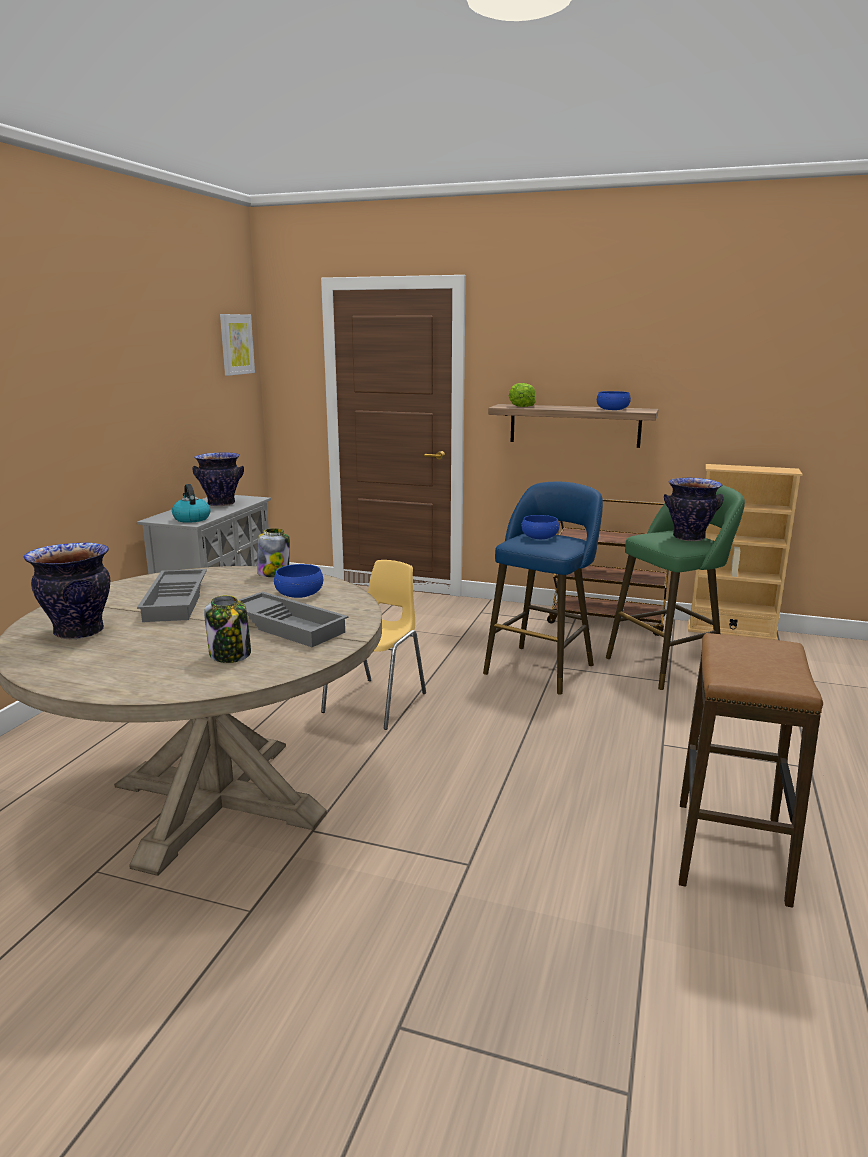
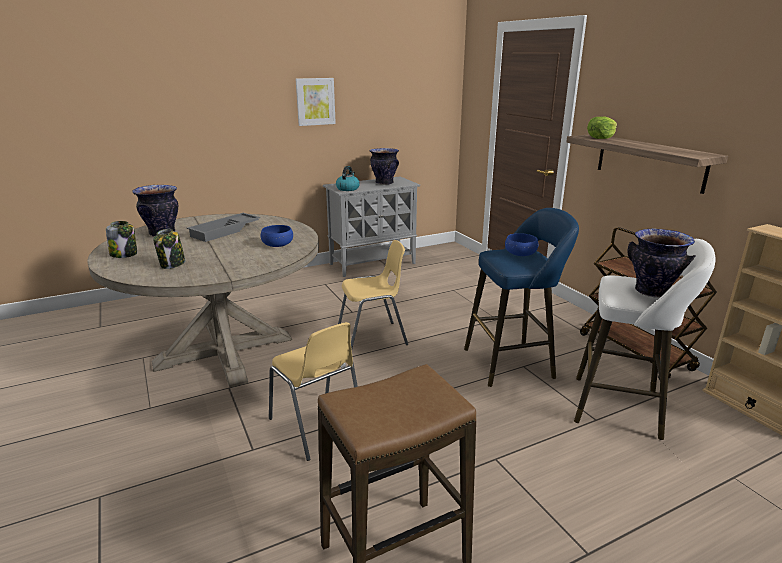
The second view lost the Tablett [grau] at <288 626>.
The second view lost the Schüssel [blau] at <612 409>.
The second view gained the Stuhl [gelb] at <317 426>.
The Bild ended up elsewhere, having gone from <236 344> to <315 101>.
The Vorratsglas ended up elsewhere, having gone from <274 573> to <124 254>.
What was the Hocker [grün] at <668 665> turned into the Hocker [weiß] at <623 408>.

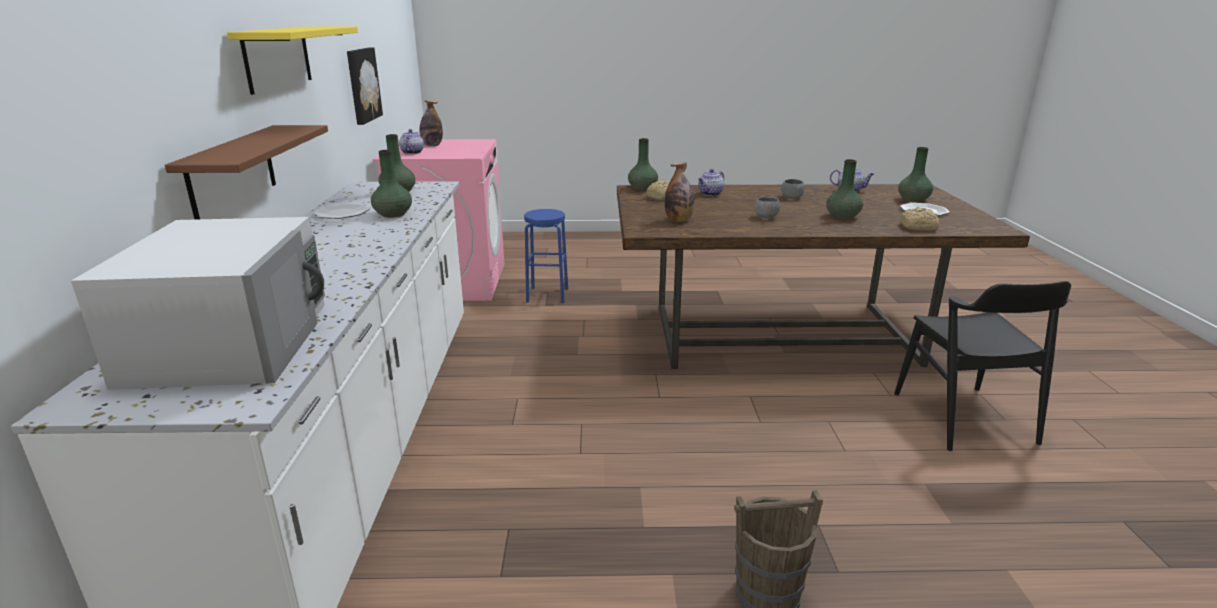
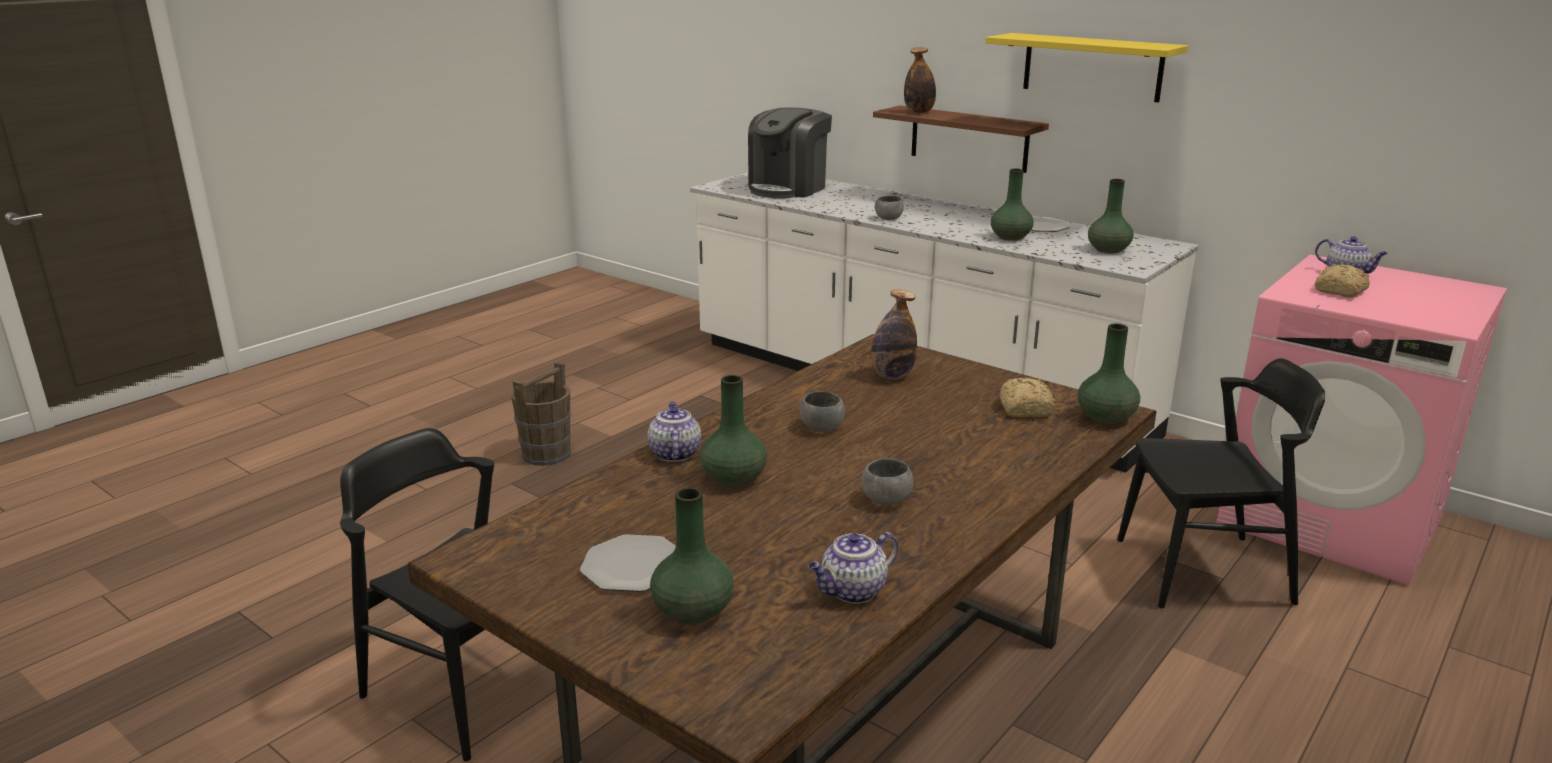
The second view lost the Bild at <362 85>.
The second view gained the Schüssel [grau] at <888 218>.
The Flasche ended up elsewhere, having gone from <432 145> to <919 112>.
The Teekanne ended up elsewhere, having gone from <710 194> to <674 453>.
The Brot ended up elsewhere, having gone from <919 227> to <1339 291>.
Where the Mikrowelle [weiß] stood at <232 341>, the Kaffeemaschine came to stand at <788 188>.
Where the Hocker [blau] stood at <547 295>, the Stuhl [schwarz] came to stand at <1204 572>.

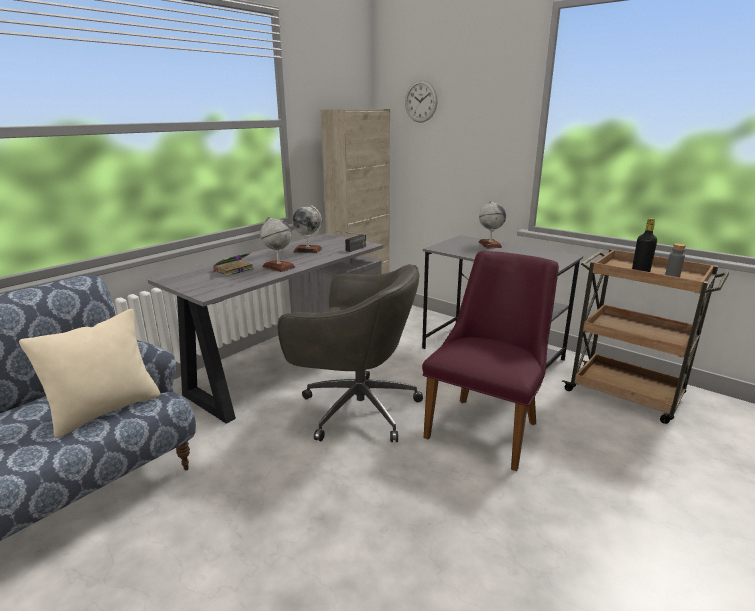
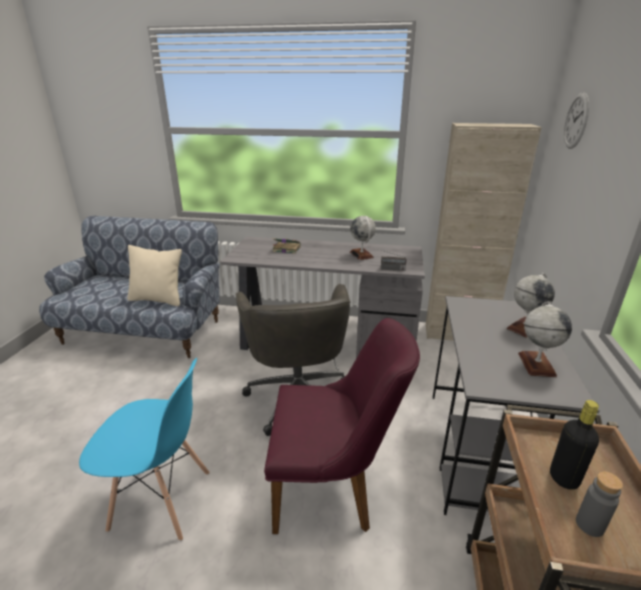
The second view gained the Stuhl [blau] at <162 501>.
The Globus ended up elsewhere, having gone from <278 267> to <536 364>.

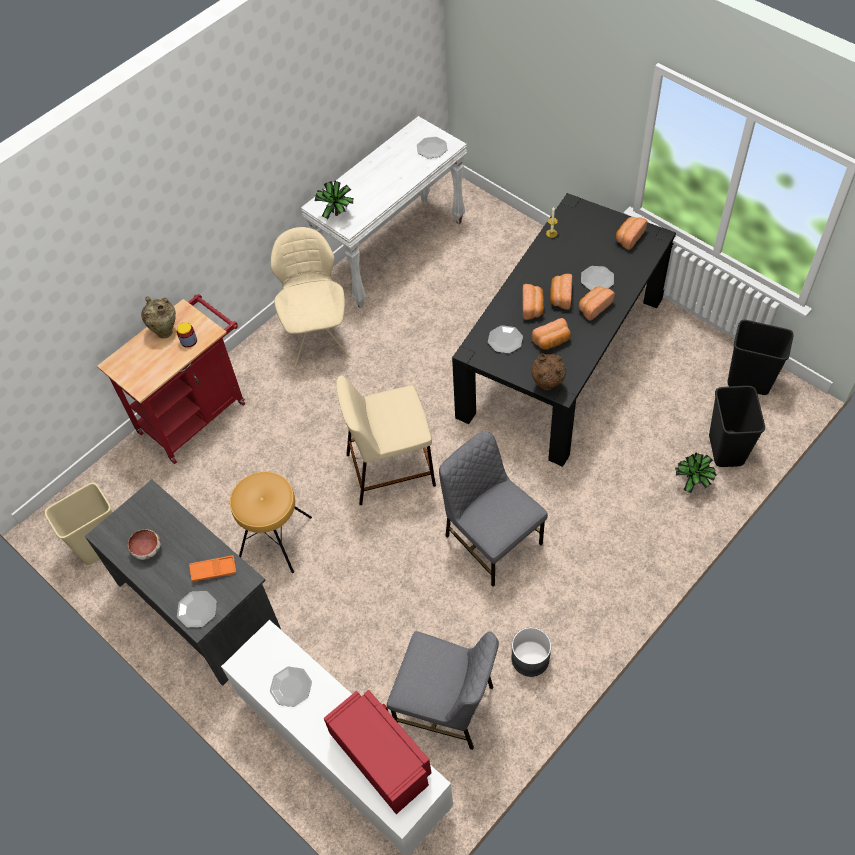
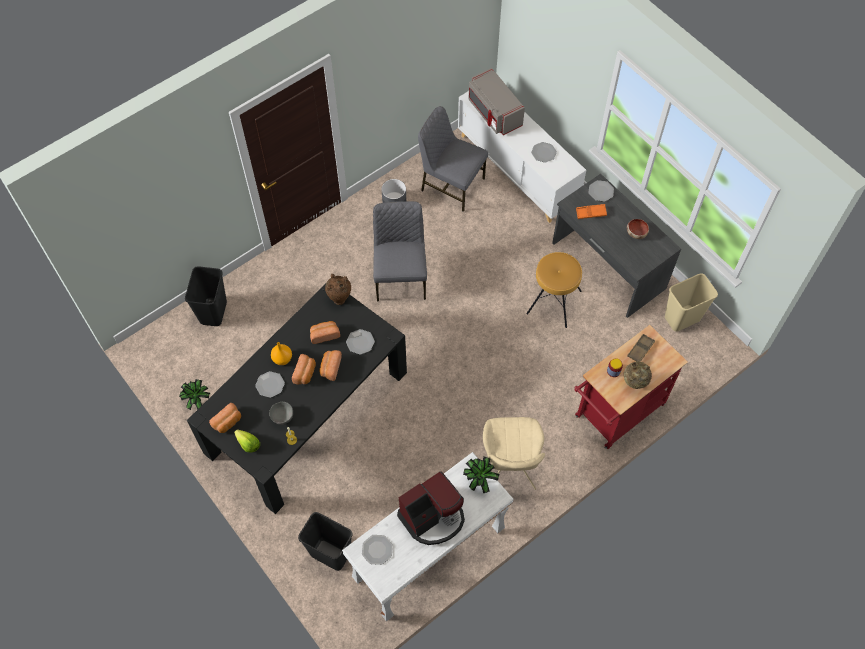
The second view lost the Hocker [beige] at <391 469>.
The second view gained the Salatkopf at <248 444>.
The second view gained the Schüssel [grau] at <282 417>.
The second view gained the Kaffeemaschine at <433 517>.
The second view gained the Tablett [braun] at <640 349>.
The Topfpflanze ended up elsewhere, having gone from <692 484> to <197 401>.
The Mülleimer [schwarz] ended up elsewhere, having gone from <749 381> to <329 554>.
Where the Brot stood at <594 307>, the Vase [orange] came to stand at <282 359>.
What was the Mikrowelle [rot] at <382 756> turned into the Mikrowelle [grau] at <494 113>.
The Stuhl [grau] at <491 539> ended up facing another way, 150 degrees counterclockwise from before.

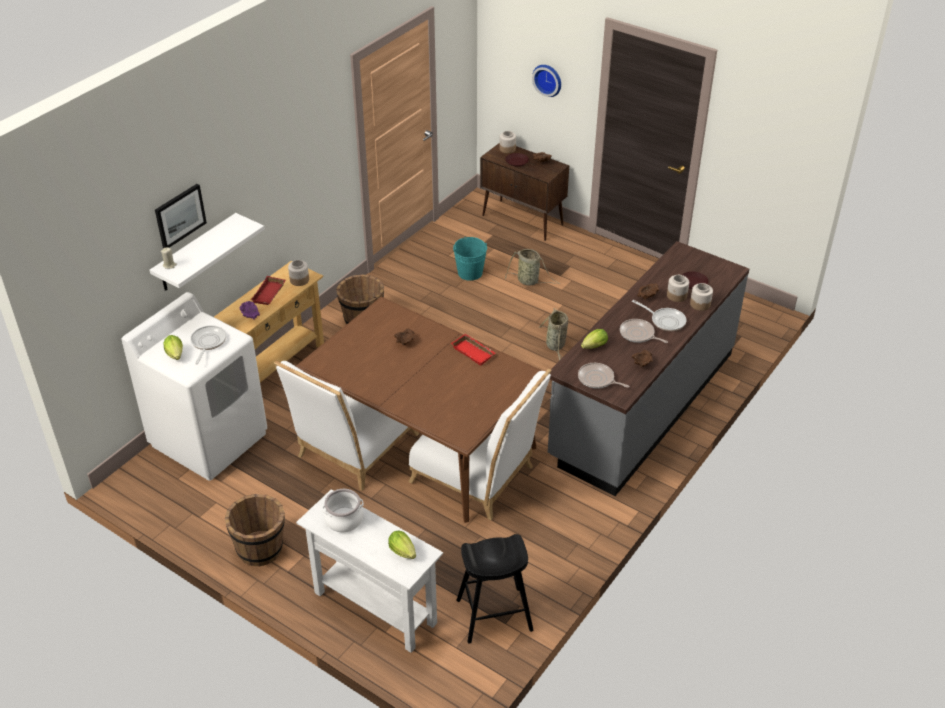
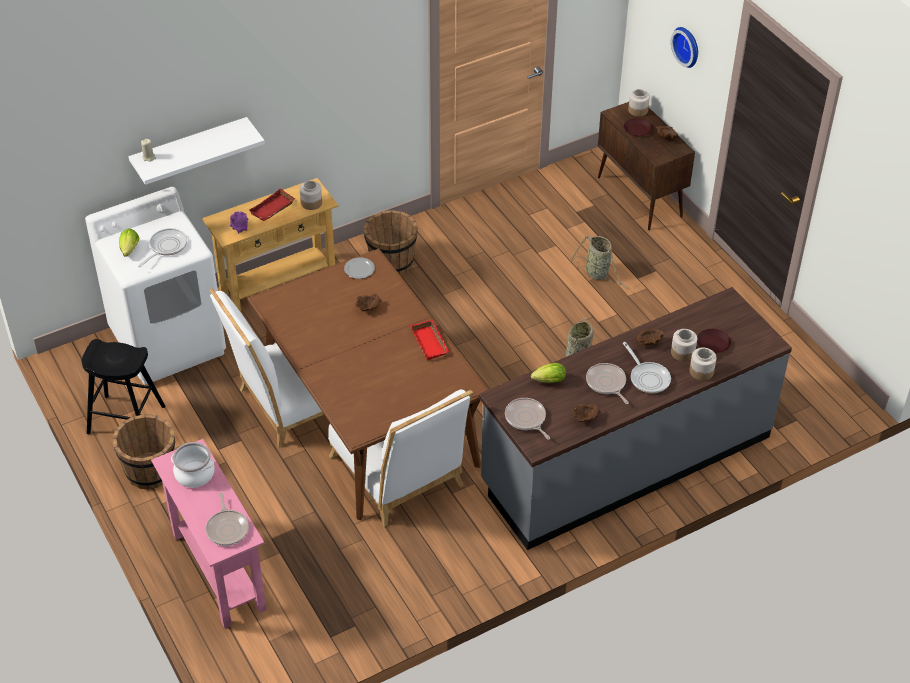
The second view lost the Bild at <180 216>.
The second view lost the Eimer [türkis] at <470 273>.
The second view gained the Teller at <360 269>.
The Hocker [schwarz] ended up elsewhere, having gone from <494 615> to <126 419>.
Where the Salatkopf stood at <404 553>, the Pfanne came to stand at <227 528>.
What was the Konsolentisch [weiß] at <375 608> turned into the Konsolentisch [rosa] at <219 571>.

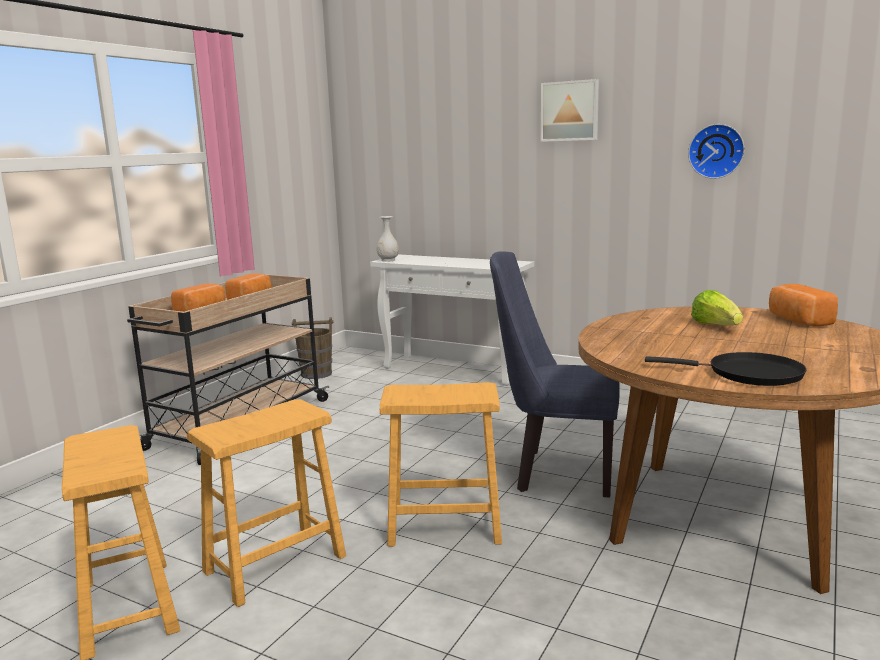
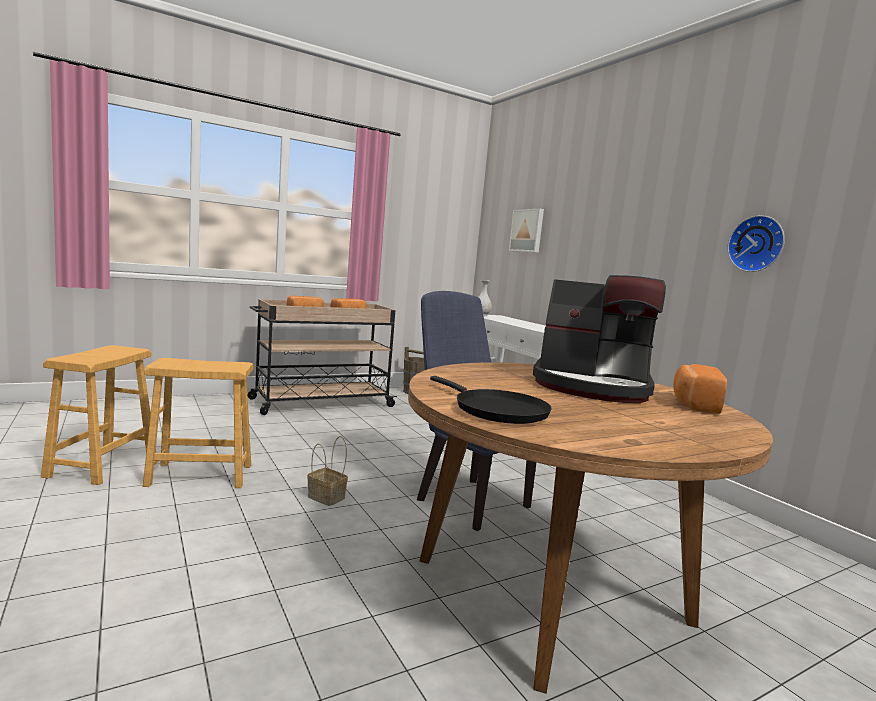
The Bild ended up elsewhere, having gone from <570 111> to <527 230>.
Where the Hocker [braun] stood at <444 526>, the Korb came to stand at <327 497>.
Where the Salatkopf stood at <715 326>, the Kaffeemaschine came to stand at <592 387>.

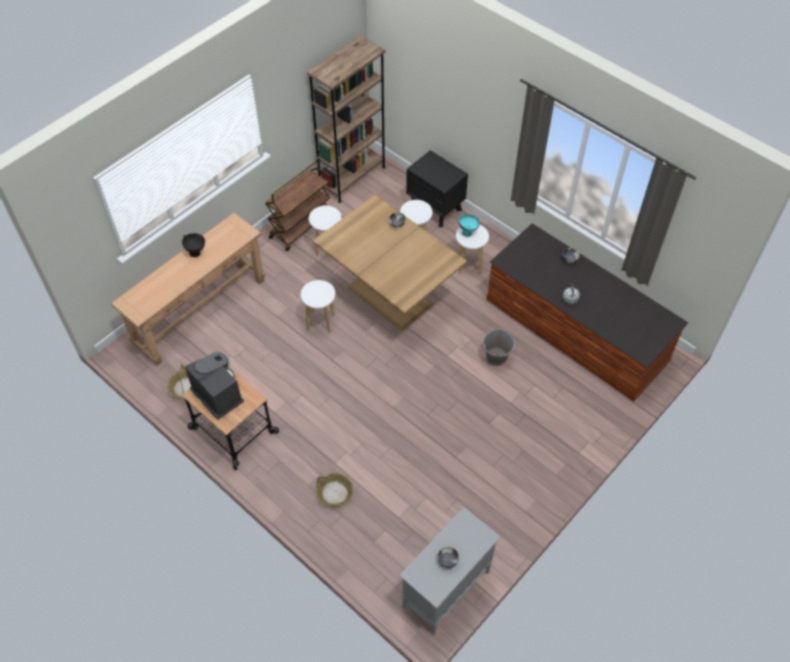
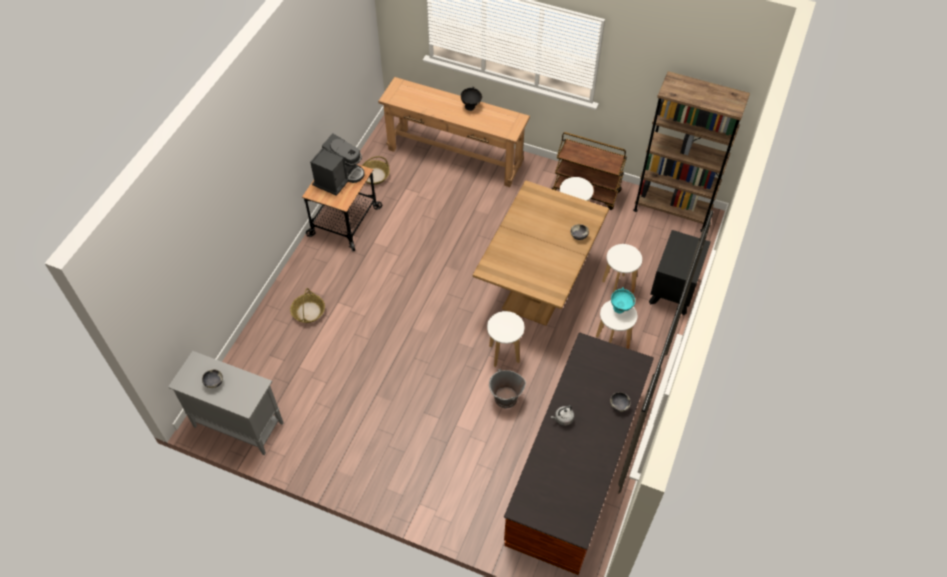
The Hocker [weiß] ended up elsewhere, having gone from <320 322> to <504 354>.

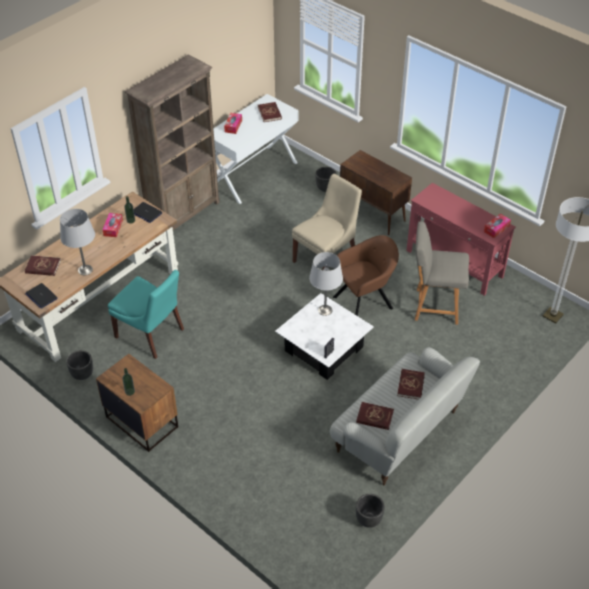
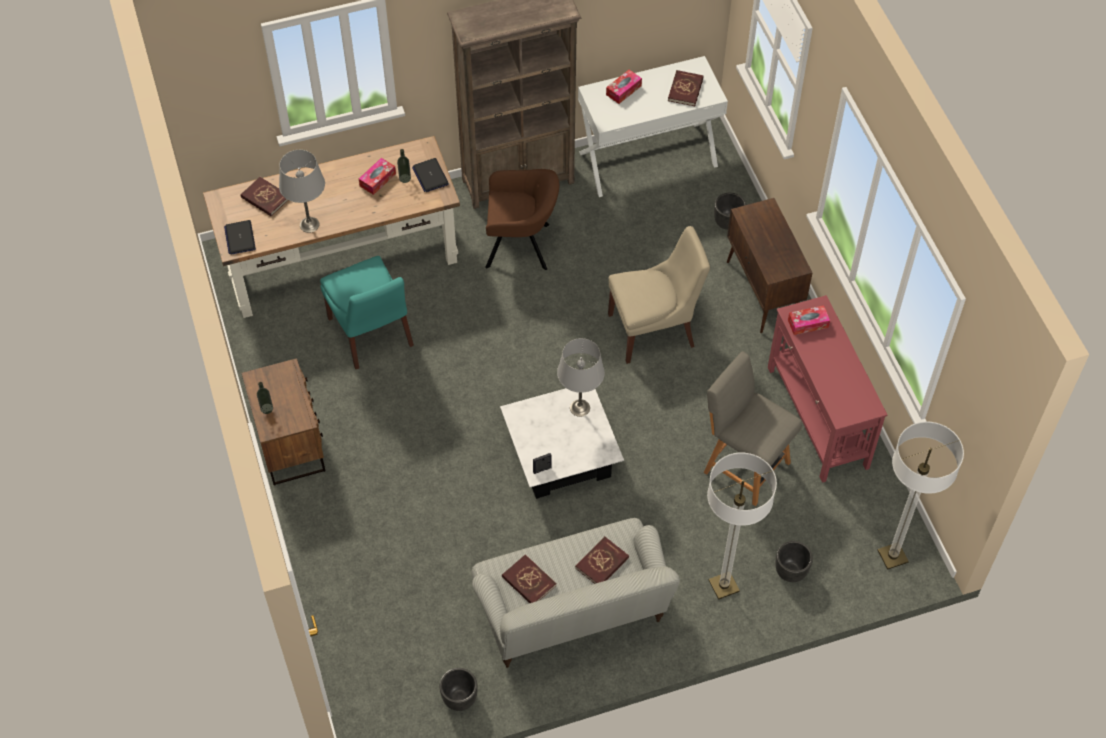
The second view gained the Stehlampe at <723 586>.
The Pflanzkübel [schwarz] ended up elsewhere, having gone from <82 374> to <790 571>.
The Sessel [braun] ended up elsewhere, having gone from <365 301> to <521 245>.
The Taschentuchbox ended up elsewhere, having gone from <496 228> to <808 323>.

